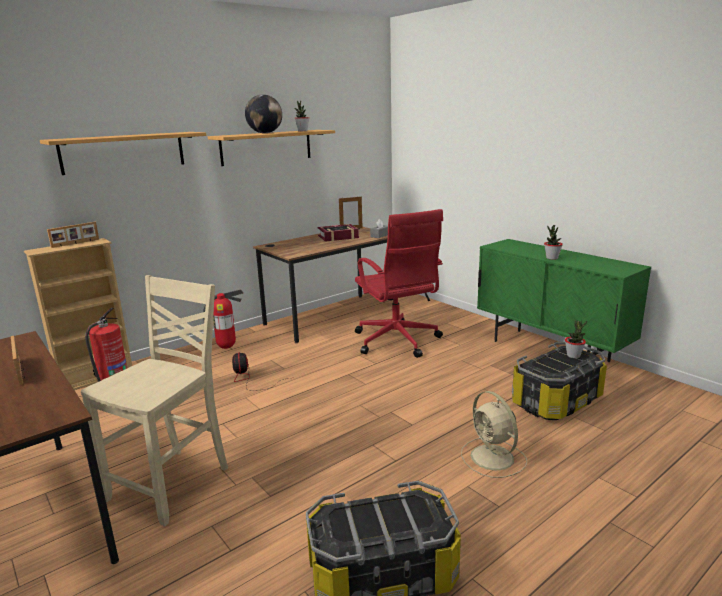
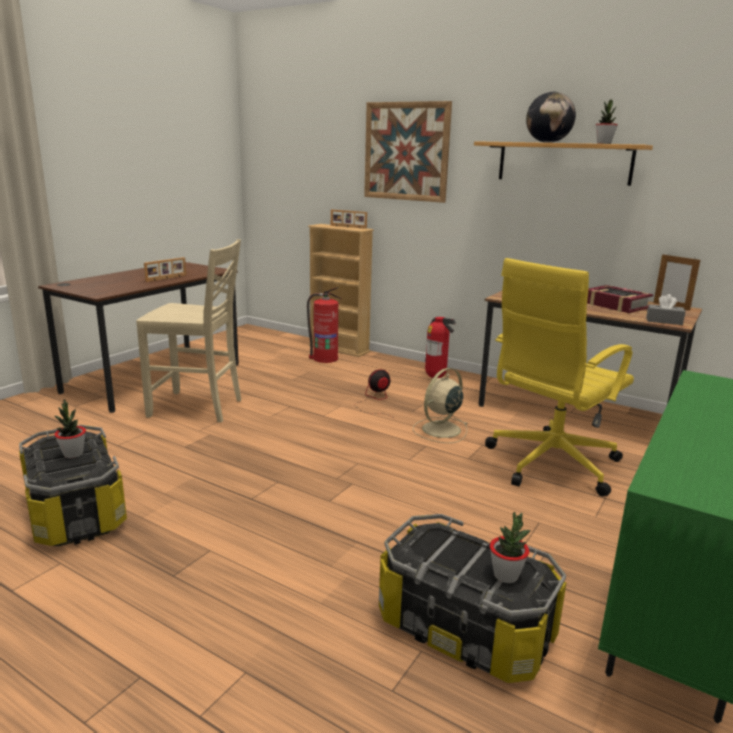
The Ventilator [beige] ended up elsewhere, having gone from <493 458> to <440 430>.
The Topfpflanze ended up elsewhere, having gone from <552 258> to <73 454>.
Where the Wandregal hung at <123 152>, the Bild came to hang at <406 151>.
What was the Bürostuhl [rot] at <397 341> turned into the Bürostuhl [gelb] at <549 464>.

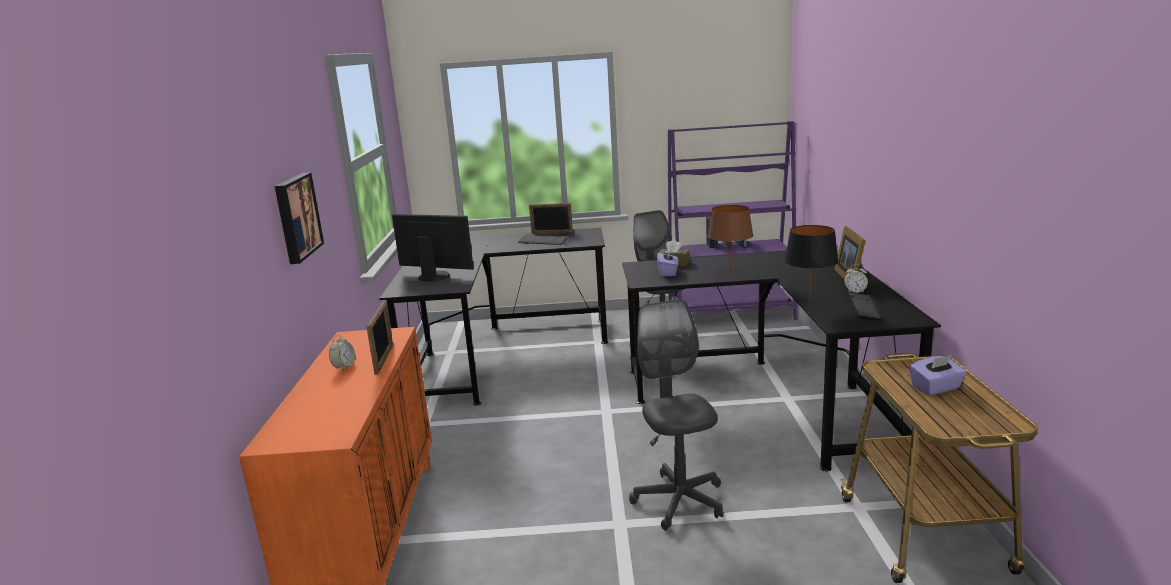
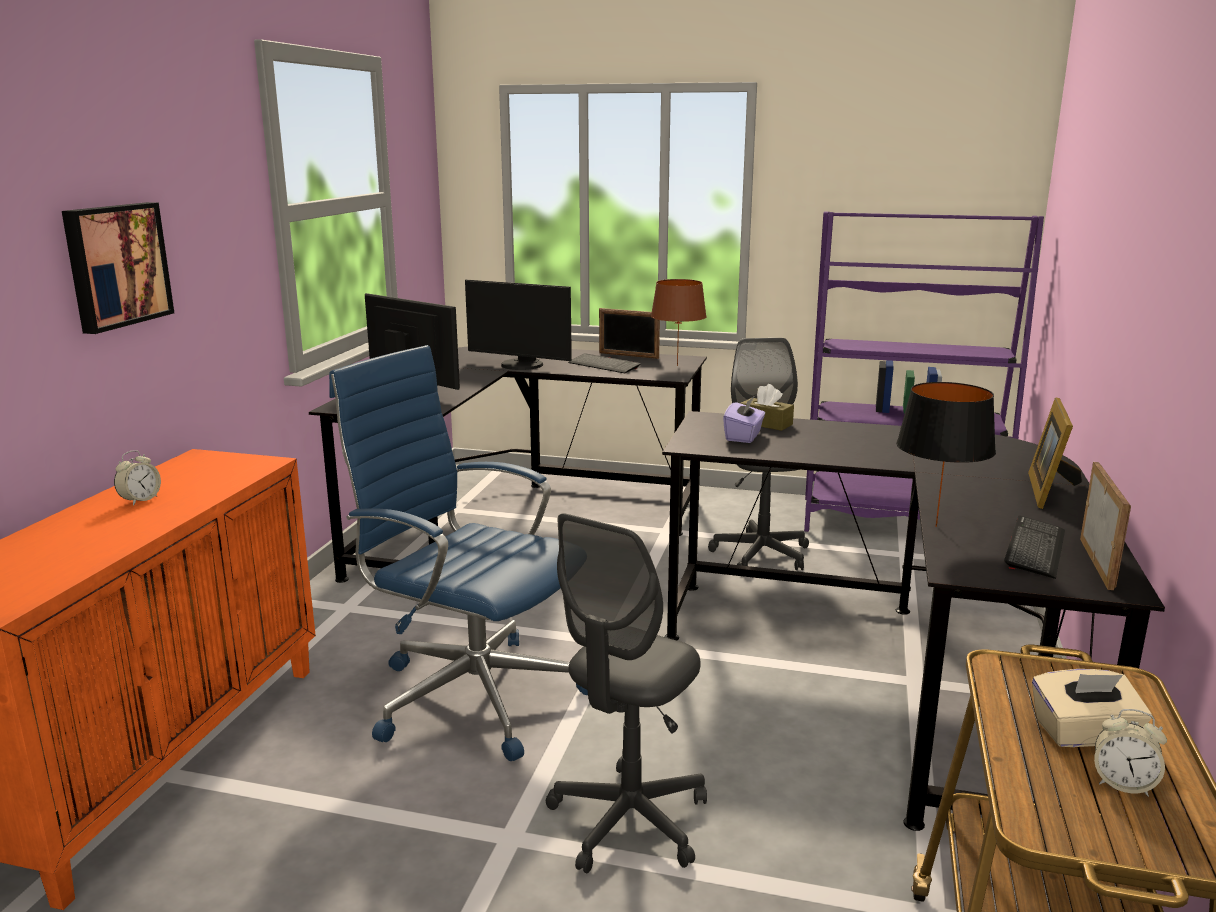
The second view gained the Bürostuhl [blau] at <473 694>.
The second view gained the Monitor at <521 365>.
The Bilderrahmen ended up elsewhere, having gone from <384 359> to <1096 563>.
The Tischlampe [braun] ended up elsewhere, having gone from <730 274> to <677 366>.
The Wecker ended up elsewhere, having gone from <855 291> to <1123 784>.
What was the Taschentuchbox [lila] at <936 388> turned into the Taschentuchbox [beige] at <1084 734>.
The Bürostuhl [grau] at <679 501> ended up facing another way, 150 degrees counterclockwise from before.

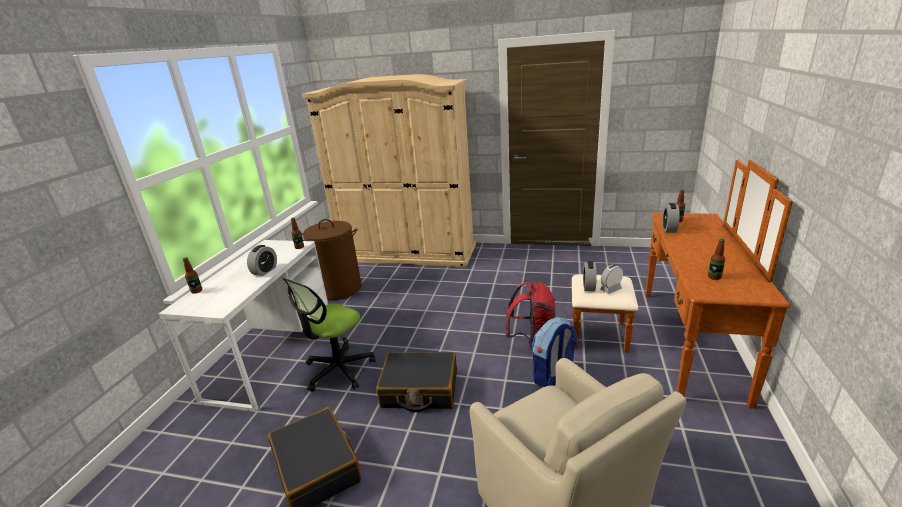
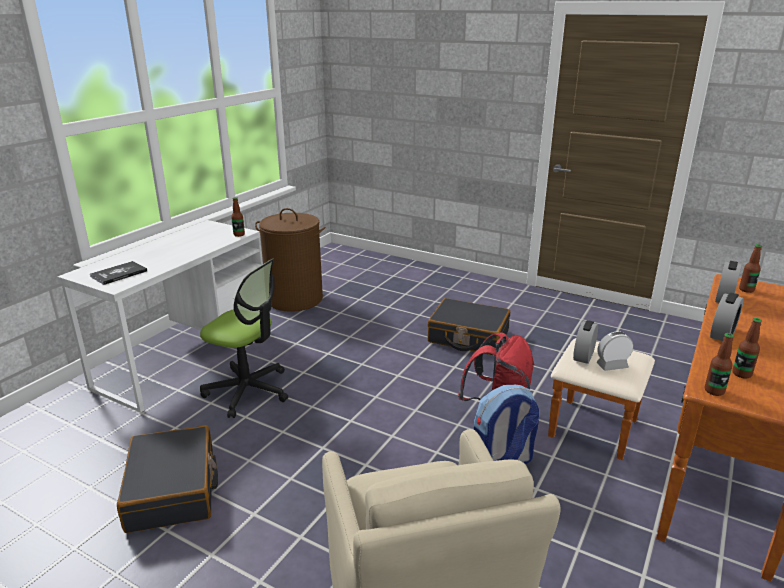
The second view lost the Kleiderschrank [beige] at <407 253>.
The second view gained the Buch at <119 274>.
The Flasche ended up elsewhere, having gone from <196 291> to <714 391>.
The Wecker ended up elsewhere, having gone from <265 271> to <722 334>.
The Koffer [schwarz] ended up elsewhere, having gone from <420 390> to <468 337>.
The Bürostuhl at <339 370> ended up facing another way, 120 degrees counterclockwise from before.

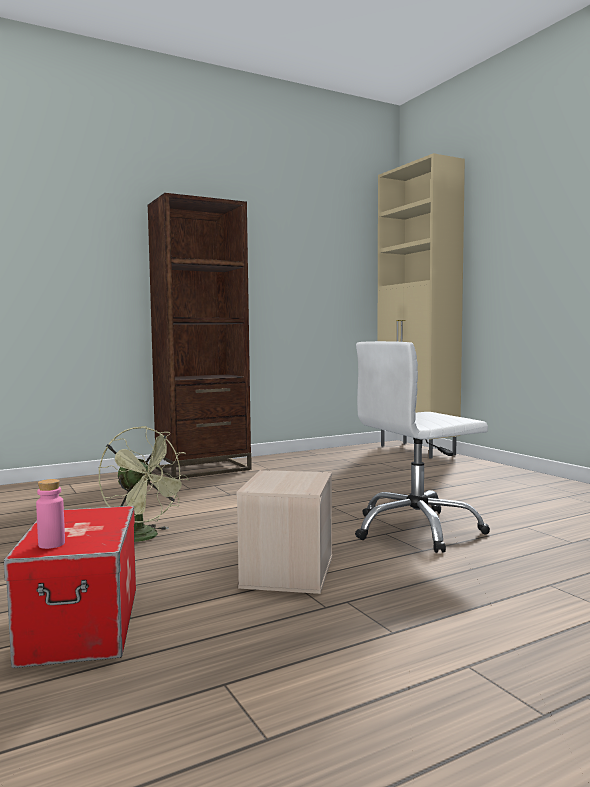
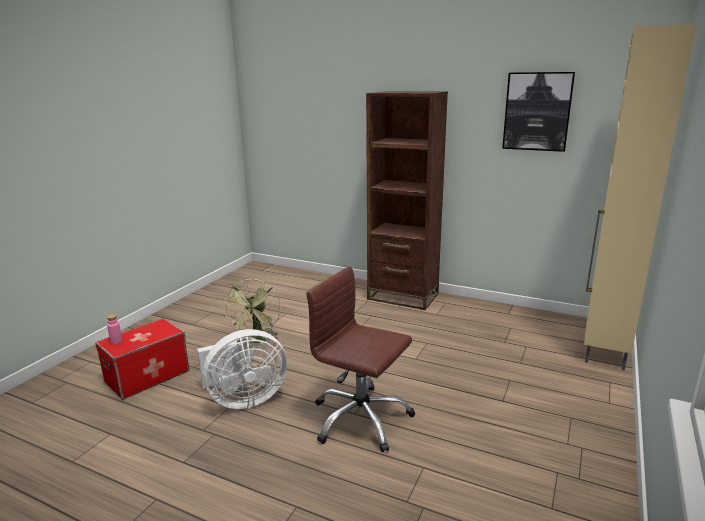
The second view gained the Bild at <537 111>.
Where the Aufbewahrungsbox [beige] stood at <287 571>, the Ventilator [weiß] came to stand at <243 399>.
What was the Bürostuhl [weiß] at <417 529> turned into the Bürostuhl [braun] at <360 419>.

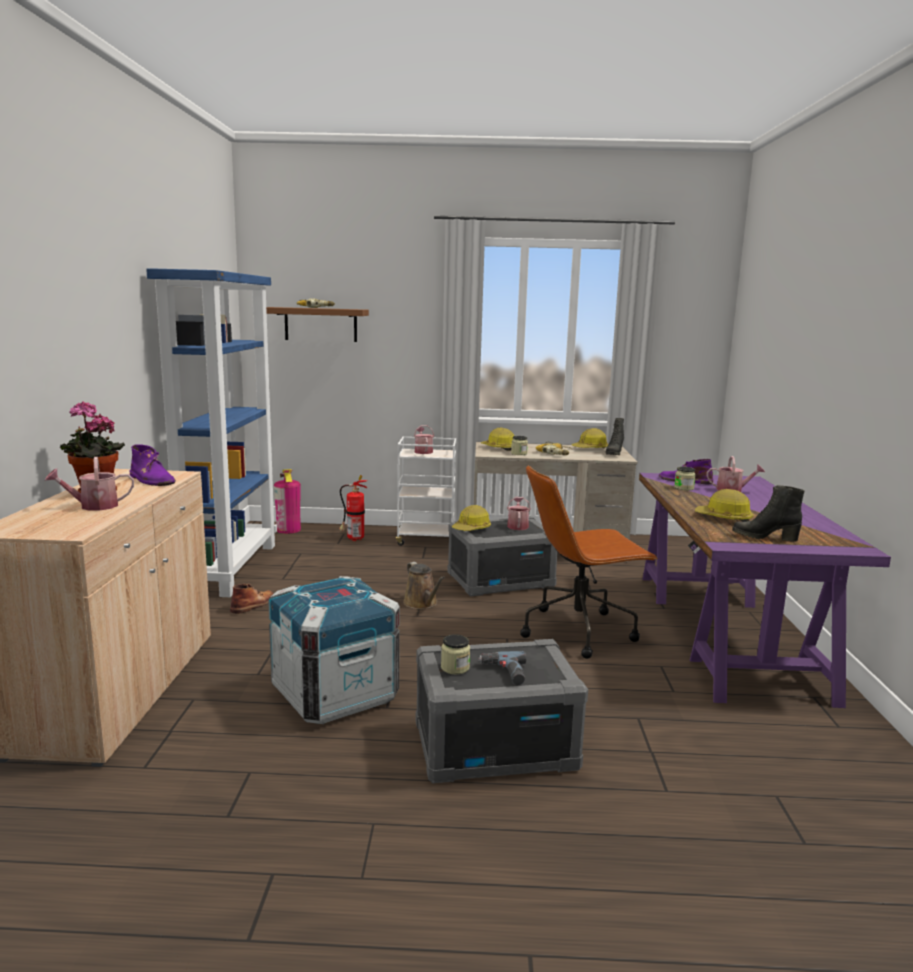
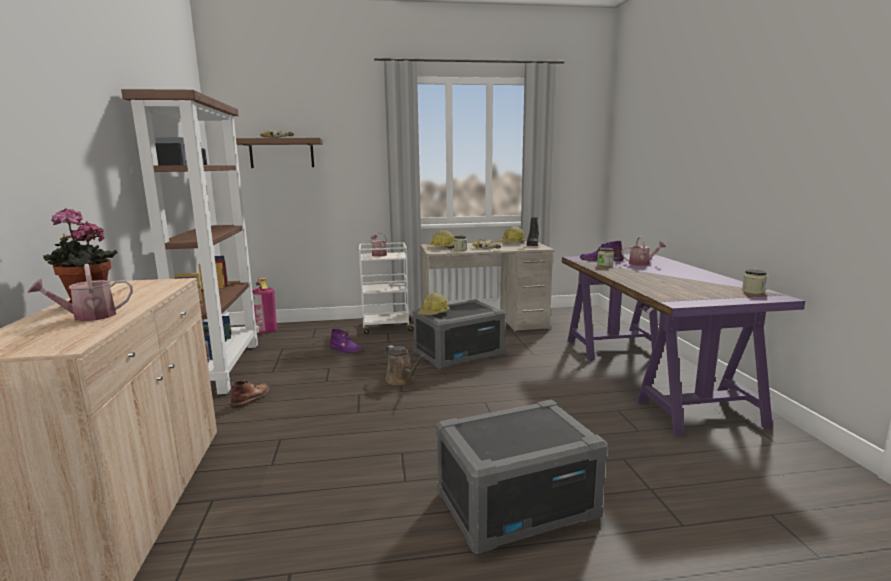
The second view lost the Kiste at <335 694>.
The second view lost the Feuerlöscher at <353 539>.
The second view lost the Bohrmaschine at <504 673>.
The second view lost the Gießkanne at <517 526>.
The second view lost the Bürostuhl [braun] at <579 631>.
The second view lost the Schutzhelm at <724 518>.
The second view lost the Stiefel [schwarz] at <764 537>.
The Stiefel [lila] ended up elsewhere, having gone from <152 480> to <345 349>.
The Vorratsglas ended up elsewhere, having gone from <455 668> to <753 292>.
What was the Bücherregal [blau] at <230 568> turned into the Bücherregal [braun] at <221 367>.

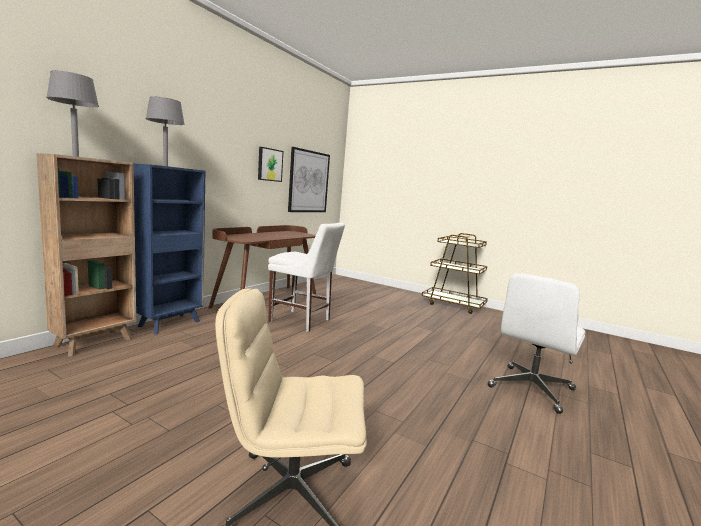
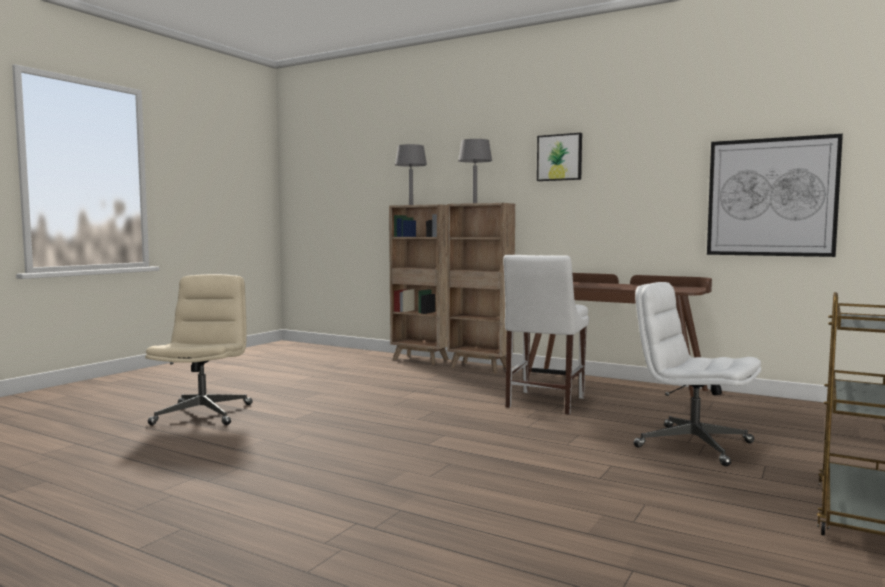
The Bild ended up elsewhere, having gone from <269 164> to <559 157>.
The Bürostuhl [weiß] ended up elsewhere, having gone from <531 389> to <692 445>.
What was the Bücherregal [blau] at <171 323> turned into the Bücherregal [braun] at <480 367>.

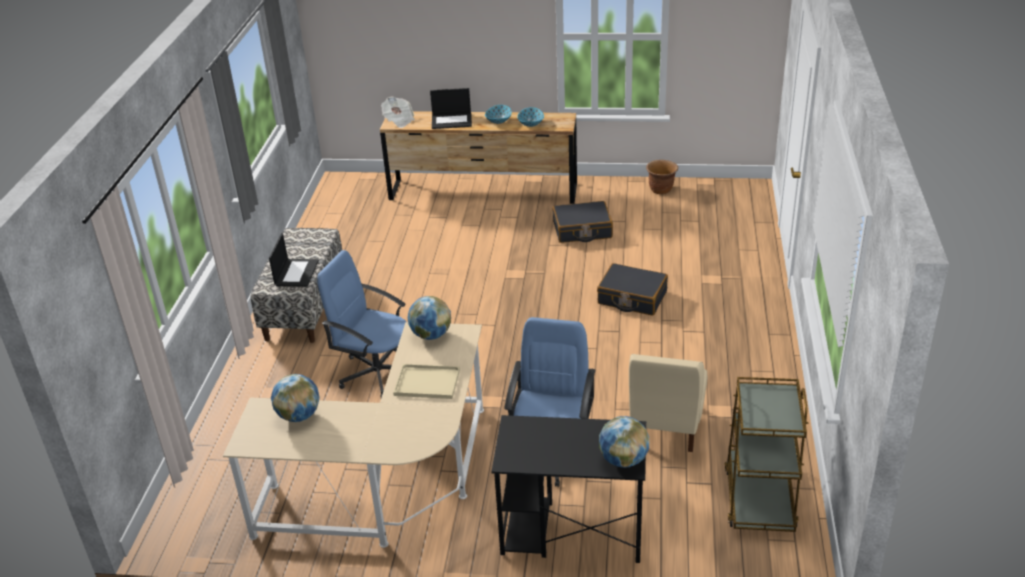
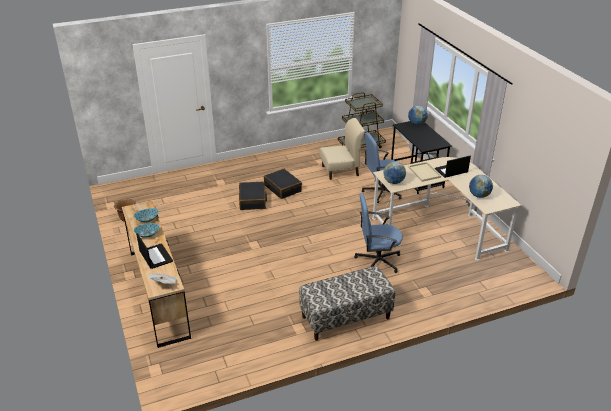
The Laptop ended up elsewhere, having gone from <296 273> to <451 171>.
The Koffer [schwarz] ended up elsewhere, having gone from <582 230> to <283 188>.
The Bürostuhl [blau] at <376 373> ended up facing another way, 90 degrees clockwise from before.

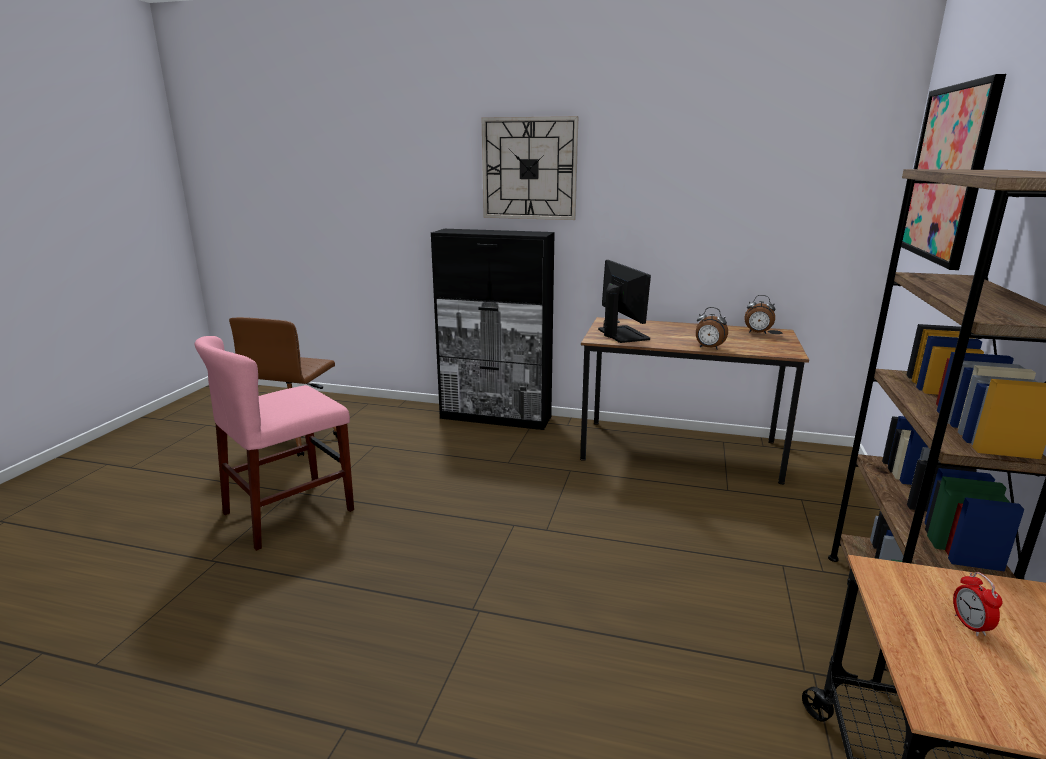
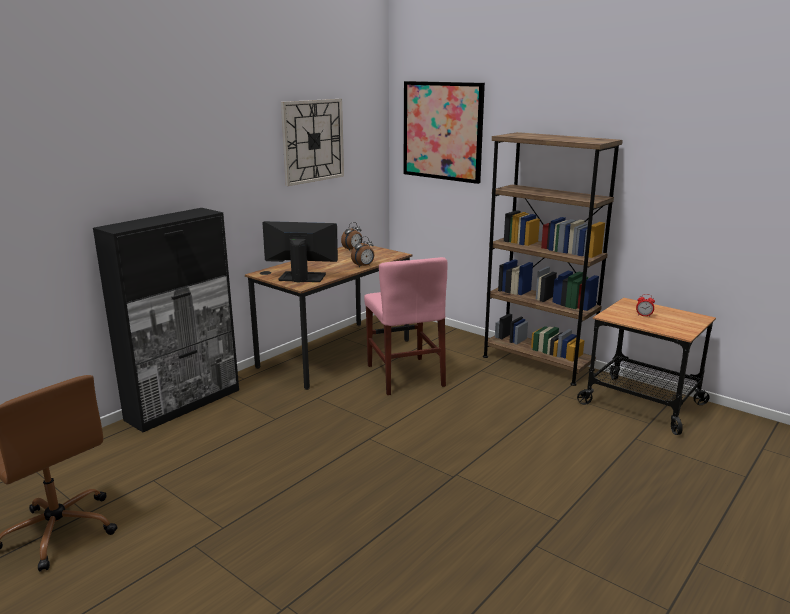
The Stuhl [rosa] ended up elsewhere, having gone from <289 511> to <405 375>.
The Wanduhr ended up elsewhere, having gone from <529 169> to <313 141>.

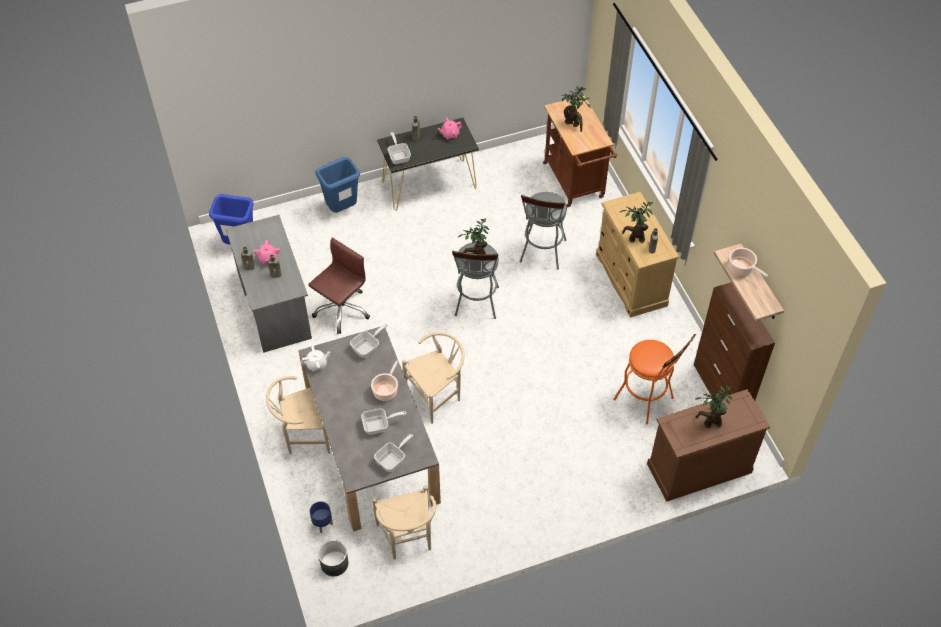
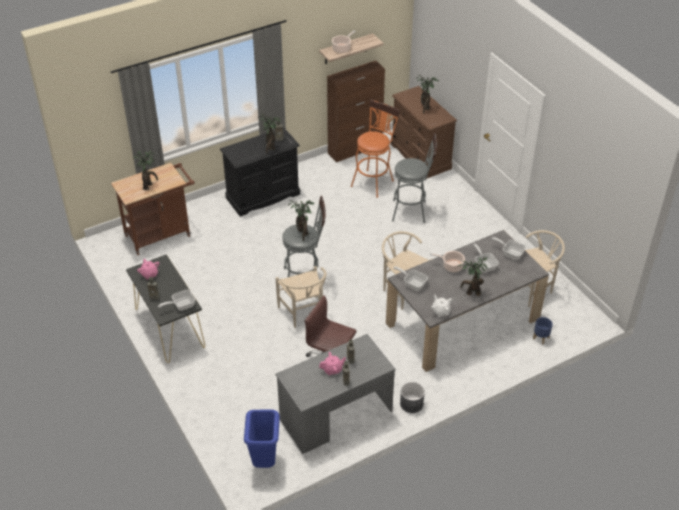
The second view lost the Mülleimer [blau] at <342 209>.
The second view gained the Topfpflanze at <471 292>.
The Stuhl [beige] ended up elsewhere, having gone from <303 436> to <303 314>.
The Pflanzkübel [grau] ended up elsewhere, having gone from <334 563> to <411 404>.
The Hocker [grau] ended up elsewhere, having gone from <542 254> to <412 211>.
What was the Kommode [beige] at <631 280> turned into the Kommode [schwarz] at <263 196>.

